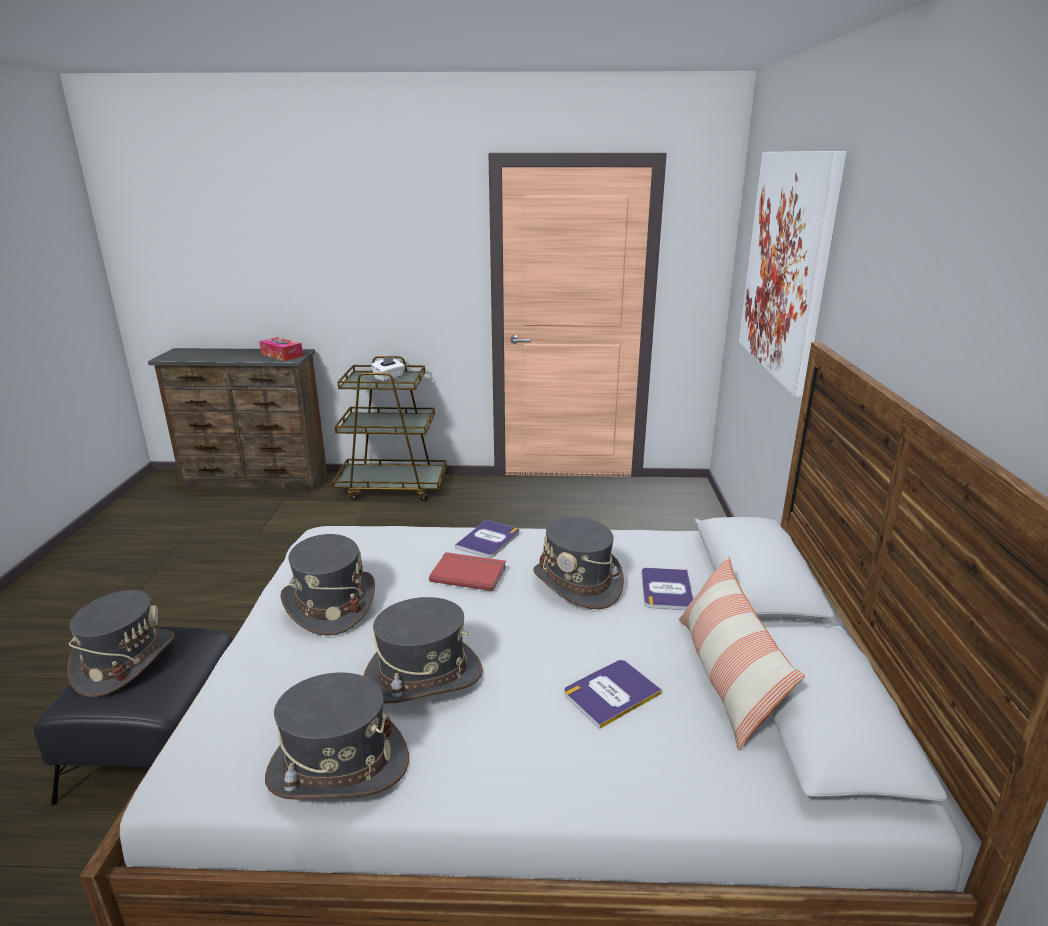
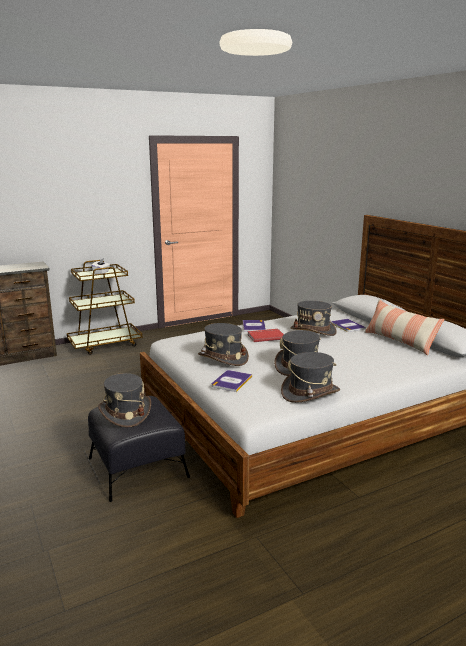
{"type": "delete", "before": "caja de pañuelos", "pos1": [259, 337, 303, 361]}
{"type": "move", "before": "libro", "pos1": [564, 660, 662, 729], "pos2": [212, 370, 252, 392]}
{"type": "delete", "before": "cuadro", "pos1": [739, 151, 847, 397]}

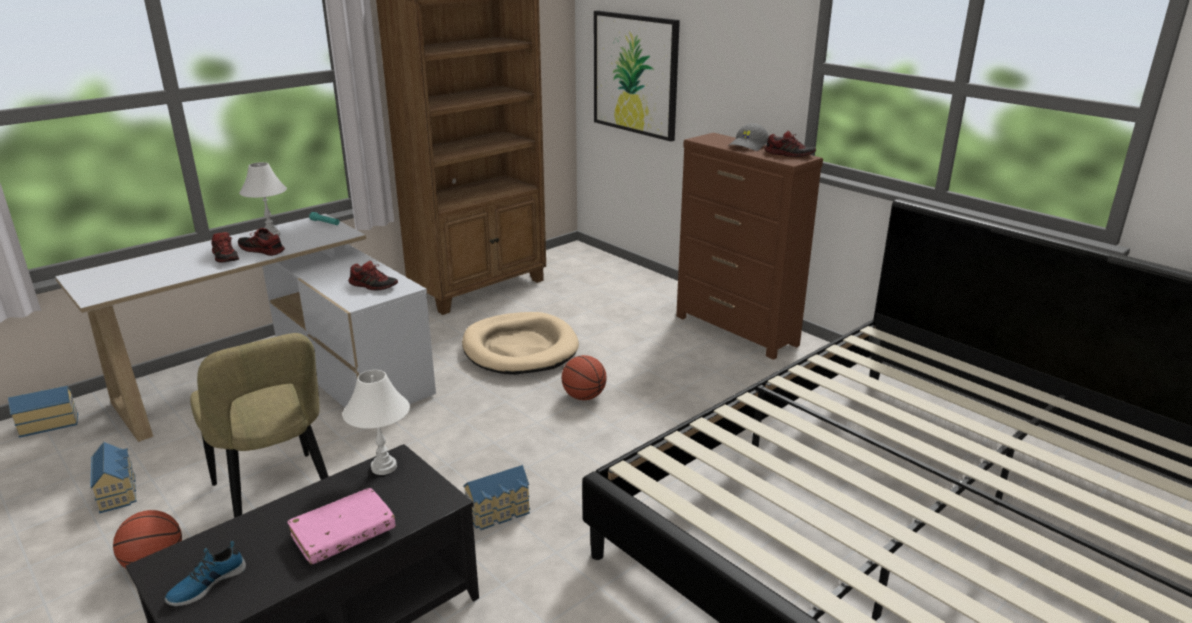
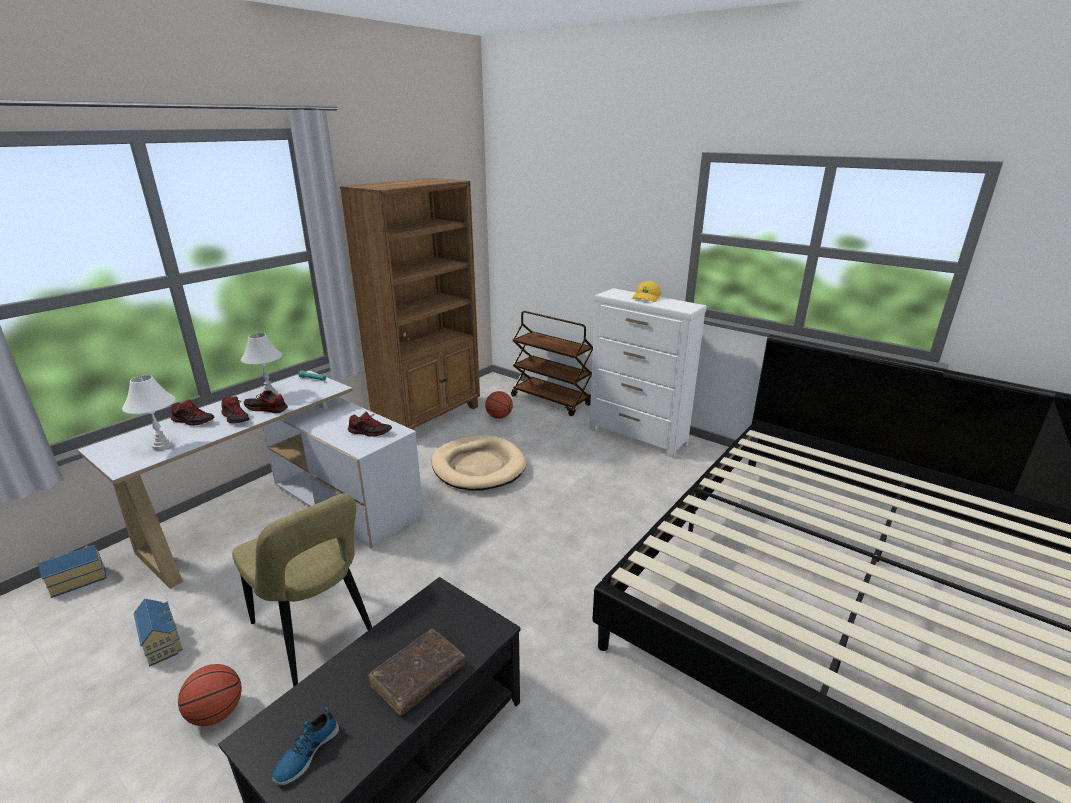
{"type": "recolor", "before": "libro/rosa", "after": "libro/marrón", "pos1": [287, 488, 396, 564], "pos2": [368, 629, 465, 716]}
{"type": "move", "before": "lámpara de mesa/blanco", "pos1": [342, 370, 410, 475], "pos2": [122, 375, 175, 450]}
{"type": "delete", "before": "casita", "pos1": [463, 465, 530, 530]}
{"type": "move", "before": "balón de baloncesto", "pos1": [562, 355, 607, 400], "pos2": [485, 391, 513, 419]}
{"type": "delete", "before": "cuadro", "pos1": [594, 11, 680, 142]}
{"type": "recolor", "before": "cómoda/marrón", "after": "cómoda/blanco", "pos1": [676, 133, 823, 360], "pos2": [589, 288, 707, 458]}
{"type": "recolor", "before": "gorra/gris", "after": "gorra/amarillo", "pos1": [728, 123, 769, 151], "pos2": [632, 281, 661, 302]}
{"type": "move", "before": "zapato", "pos1": [764, 131, 816, 157], "pos2": [171, 400, 215, 426]}
{"type": "insert", "after": "carrito/marrón", "pos2": [511, 311, 593, 416]}

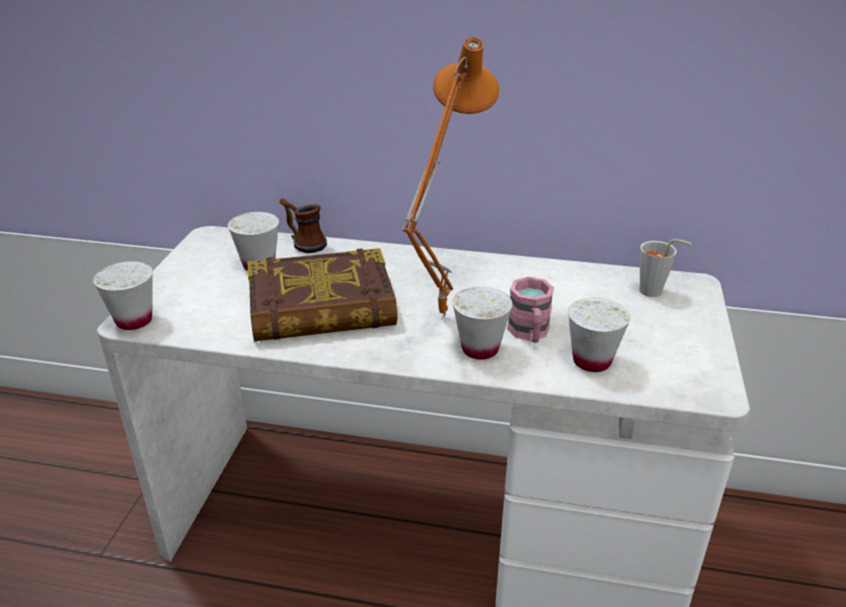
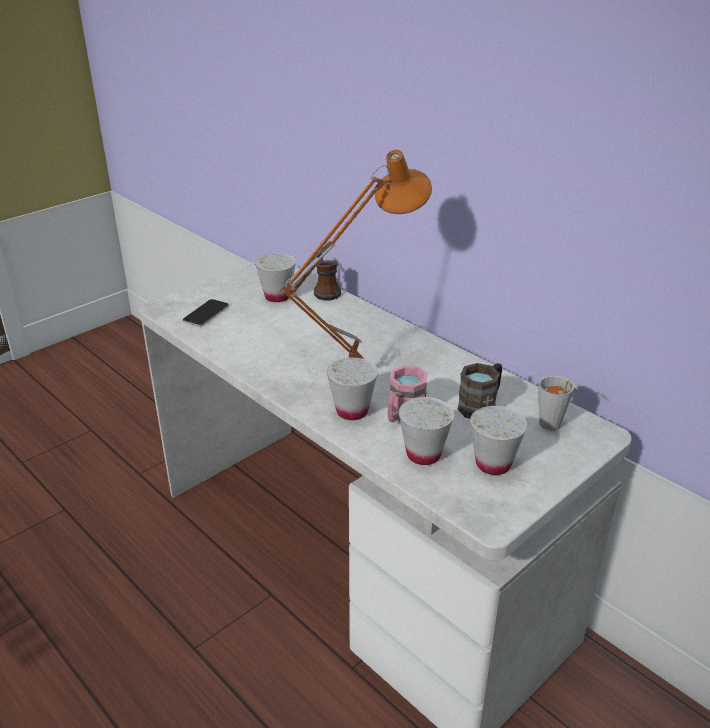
{"type": "move", "before": "taza/blanco", "pos1": [93, 261, 153, 330], "pos2": [470, 406, 527, 475]}
{"type": "delete", "before": "libro", "pos1": [248, 248, 397, 341]}
{"type": "insert", "after": "móvil", "pos2": [182, 299, 229, 327]}
{"type": "insert", "after": "taza grande/marrón", "pos2": [457, 363, 502, 419]}

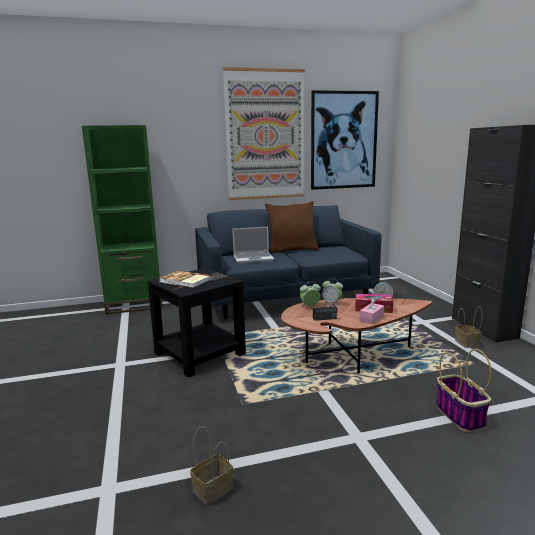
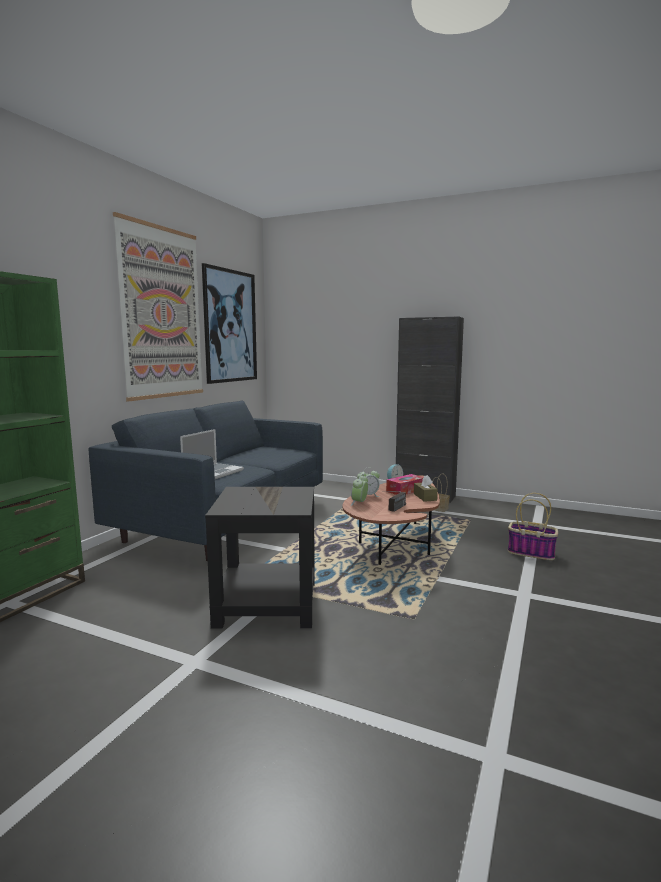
{"type": "delete", "before": "libro", "pos1": [159, 271, 212, 288]}
{"type": "delete", "before": "cesta", "pos1": [190, 426, 233, 505]}
{"type": "delete", "before": "cojín/marrón", "pos1": [265, 201, 319, 254]}
{"type": "recolor", "before": "caja de pañuelos/rosa", "after": "caja de pañuelos/marrón", "pos1": [360, 298, 384, 325], "pos2": [414, 475, 438, 502]}

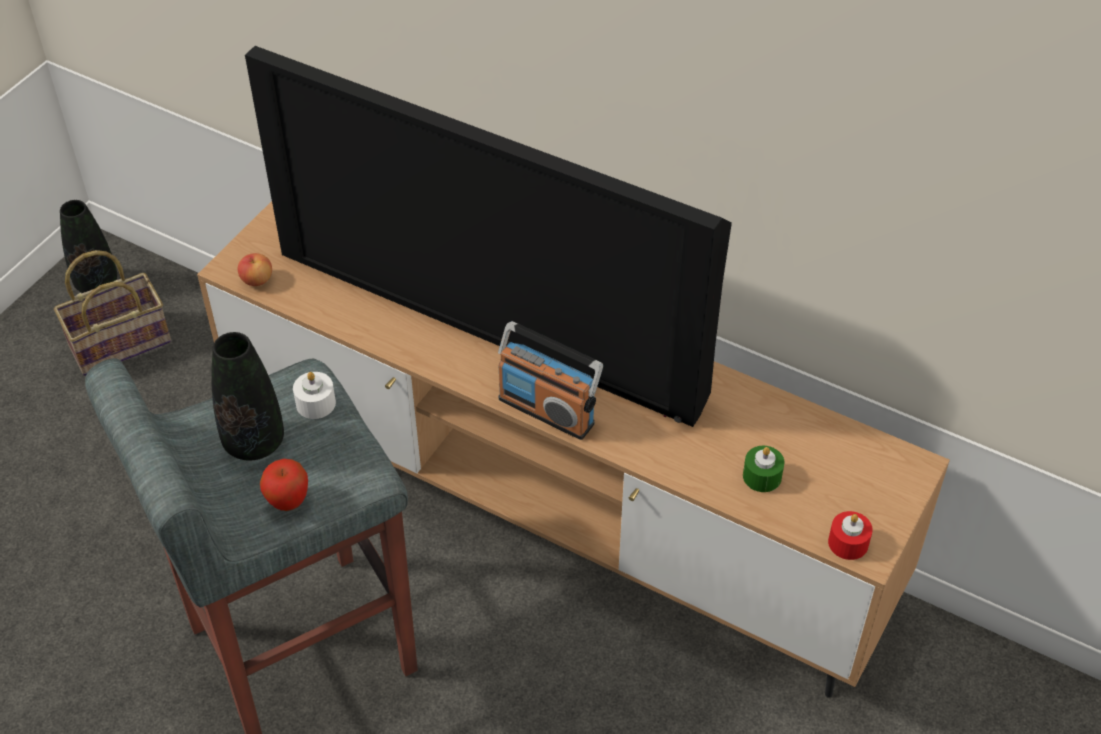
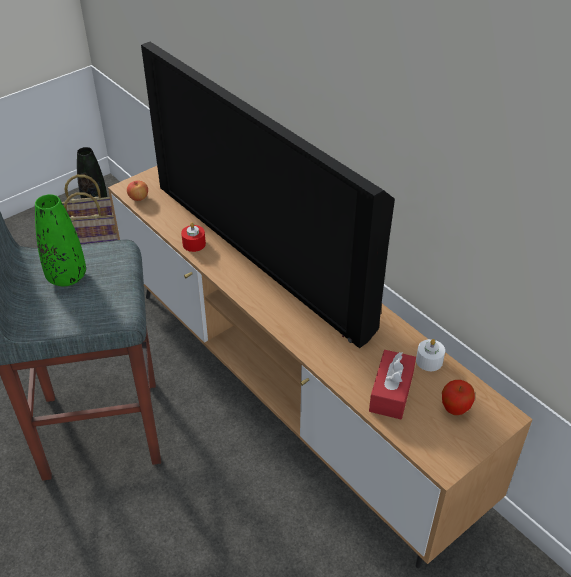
{"type": "recolor", "before": "florero/negro", "after": "florero/verde", "pos1": [211, 332, 284, 460], "pos2": [35, 194, 86, 286]}
{"type": "move", "before": "manzana", "pos1": [260, 459, 308, 511], "pos2": [442, 380, 475, 415]}
{"type": "move", "before": "vela/blanco", "pos1": [293, 372, 336, 419], "pos2": [416, 339, 445, 371]}
{"type": "delete", "before": "radio", "pos1": [498, 321, 603, 440]}
{"type": "replace", "before": "vela/verde", "after": "caja de pañuelos/rojo", "pos1": [743, 446, 784, 492], "pos2": [369, 350, 416, 419]}
{"type": "move", "before": "vela/rojo", "pos1": [828, 511, 873, 560], "pos2": [181, 222, 206, 252]}

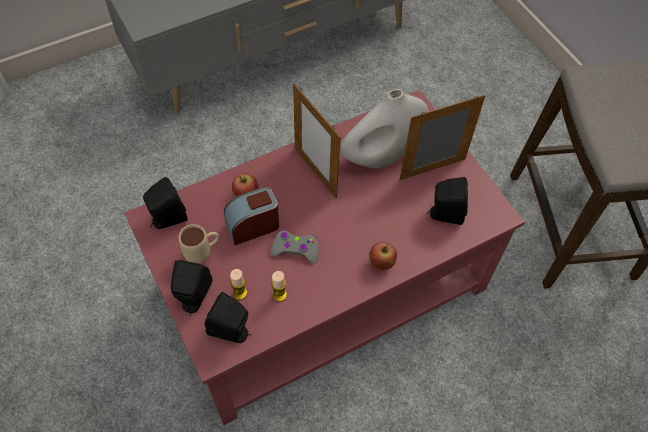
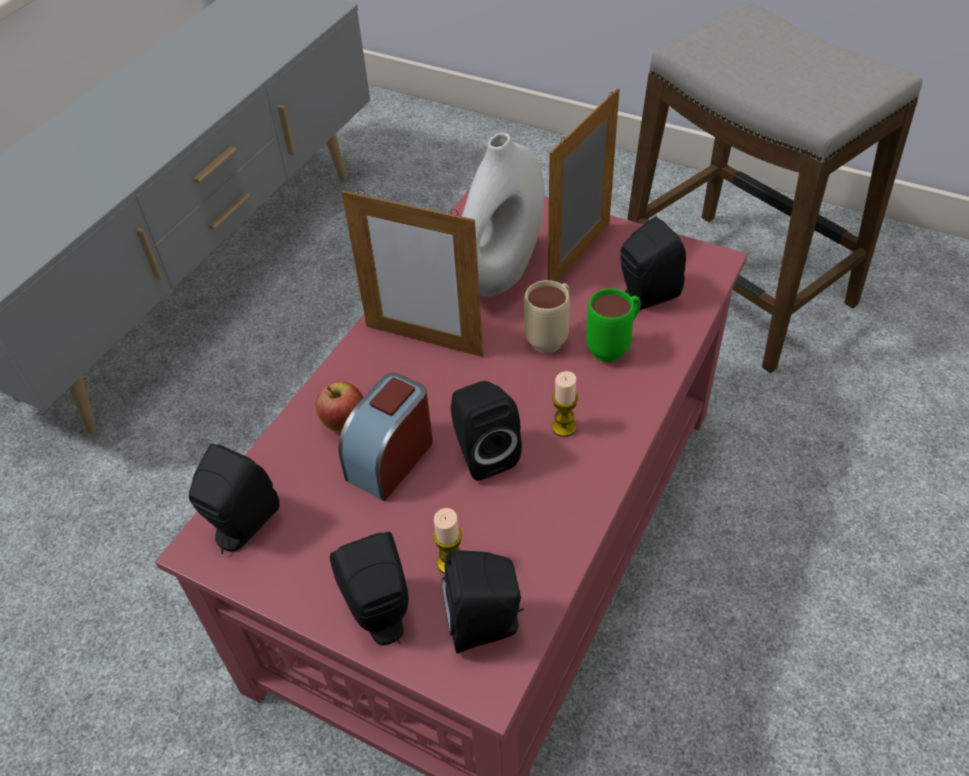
{"type": "move", "before": "taza grande/beis", "pos1": [178, 224, 219, 264], "pos2": [524, 280, 570, 353]}
{"type": "replace", "before": "mando de consola/gris", "after": "altavoz/negro", "pos1": [270, 230, 319, 264], "pos2": [451, 381, 522, 481]}
{"type": "move", "before": "vela", "pos1": [271, 271, 287, 302], "pos2": [552, 371, 578, 437]}
{"type": "delete", "before": "manzana", "pos1": [369, 242, 397, 270]}
{"type": "insert", "after": "taza grande/verde", "pos2": [586, 288, 641, 362]}

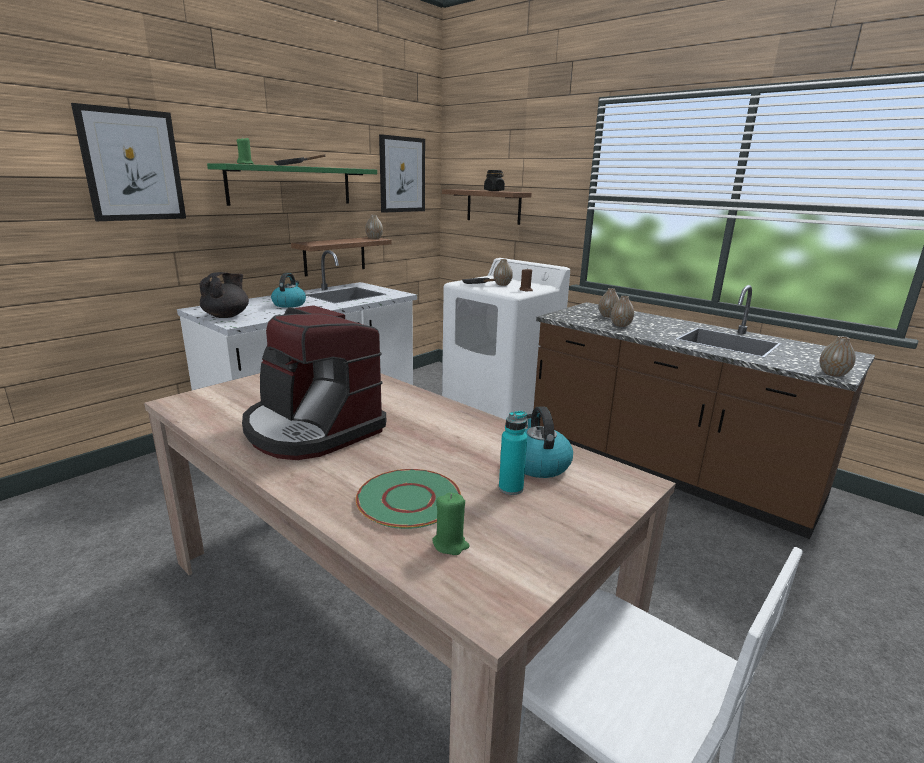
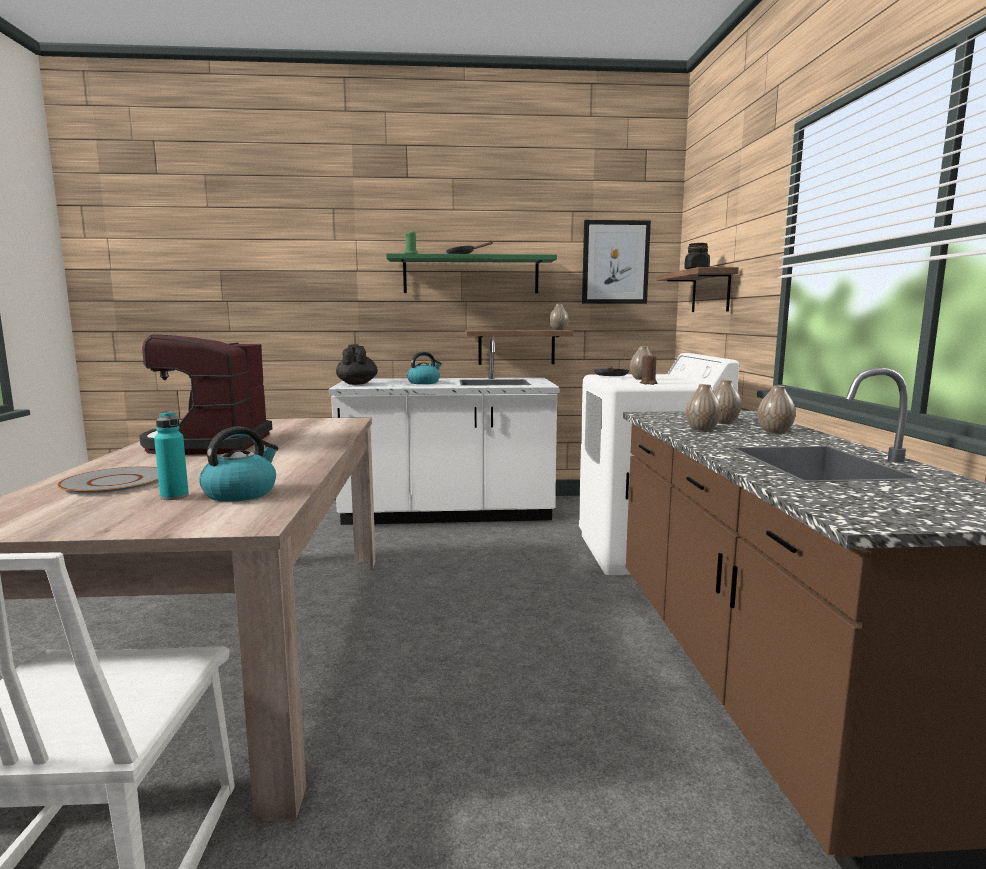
{"type": "delete", "before": "cuadro", "pos1": [71, 103, 186, 221]}
{"type": "rotate", "before": "tetera/negro", "pos1": [199, 272, 249, 318], "pos2": [336, 344, 378, 385], "turn": -75}
{"type": "recolor", "before": "plato/verde", "after": "plato/gris", "pos1": [356, 469, 461, 529], "pos2": [57, 466, 159, 495]}
{"type": "delete", "before": "vela/verde", "pos1": [432, 492, 469, 555]}
{"type": "move", "before": "florero", "pos1": [819, 336, 856, 377], "pos2": [758, 385, 796, 433]}

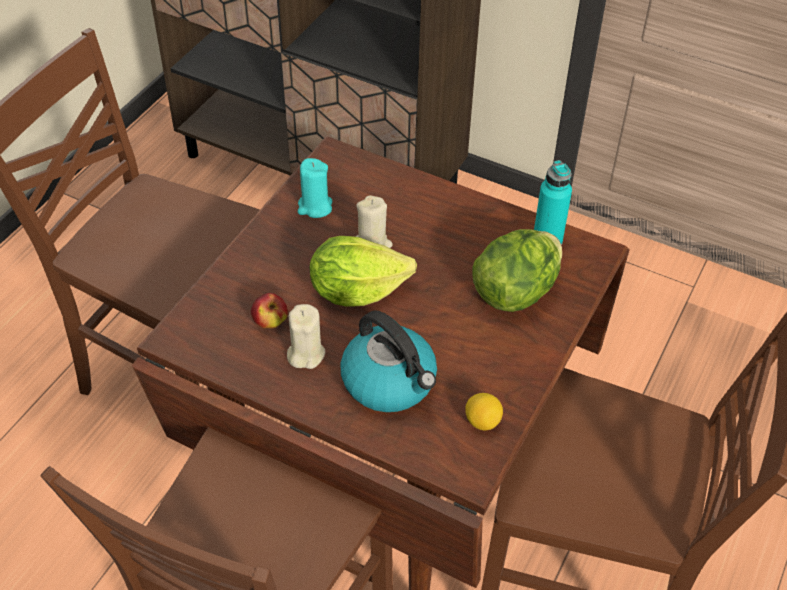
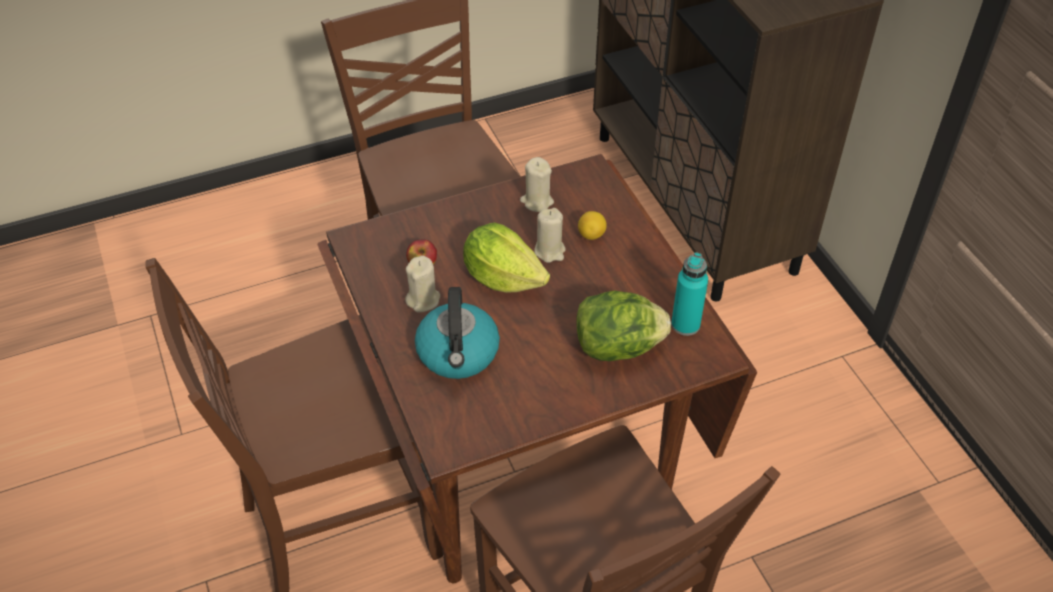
{"type": "recolor", "before": "vela/turquesa", "after": "vela/beis", "pos1": [298, 158, 332, 218], "pos2": [520, 157, 554, 212]}
{"type": "move", "before": "limón", "pos1": [465, 393, 503, 430], "pos2": [578, 211, 607, 240]}

